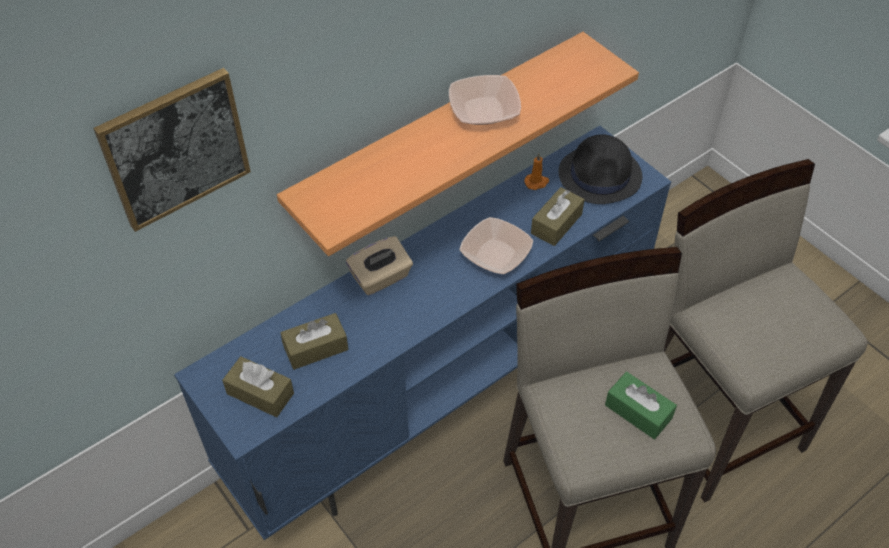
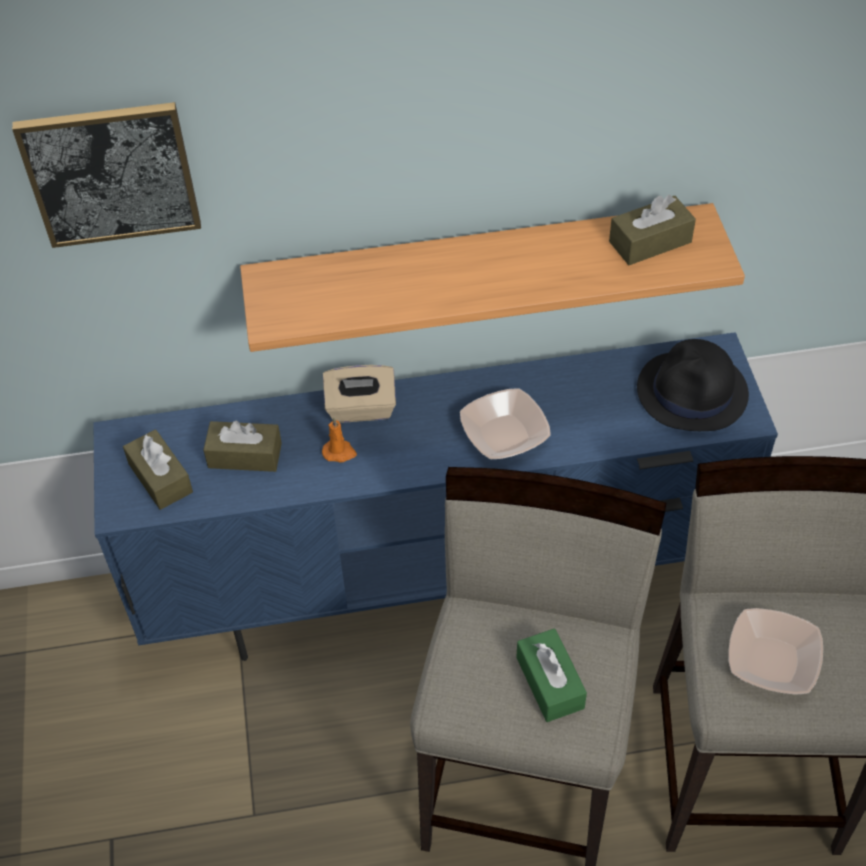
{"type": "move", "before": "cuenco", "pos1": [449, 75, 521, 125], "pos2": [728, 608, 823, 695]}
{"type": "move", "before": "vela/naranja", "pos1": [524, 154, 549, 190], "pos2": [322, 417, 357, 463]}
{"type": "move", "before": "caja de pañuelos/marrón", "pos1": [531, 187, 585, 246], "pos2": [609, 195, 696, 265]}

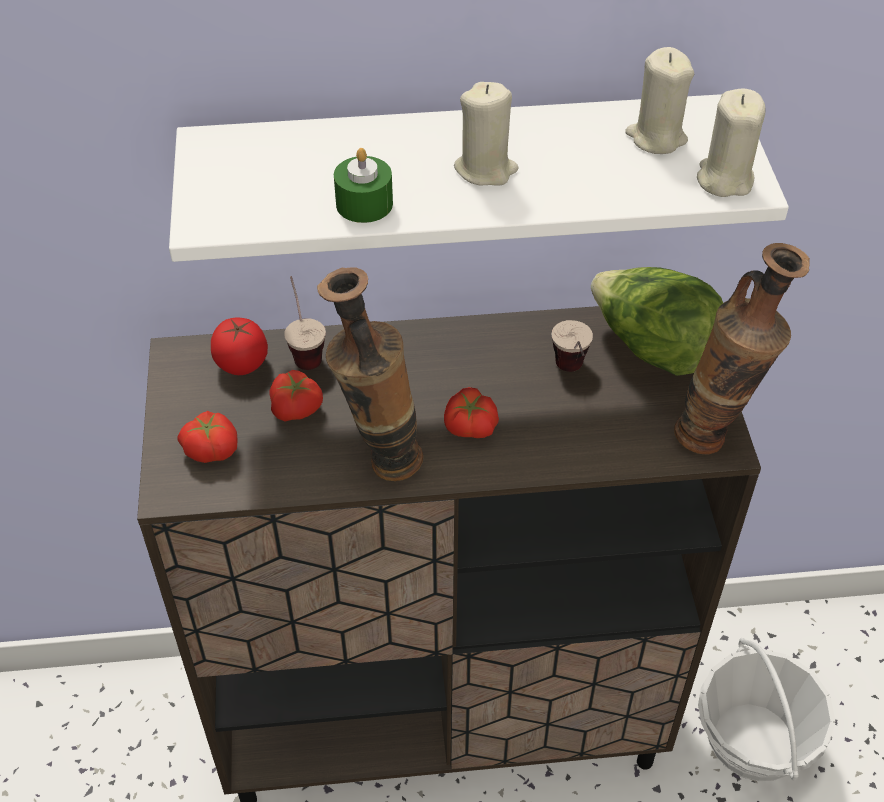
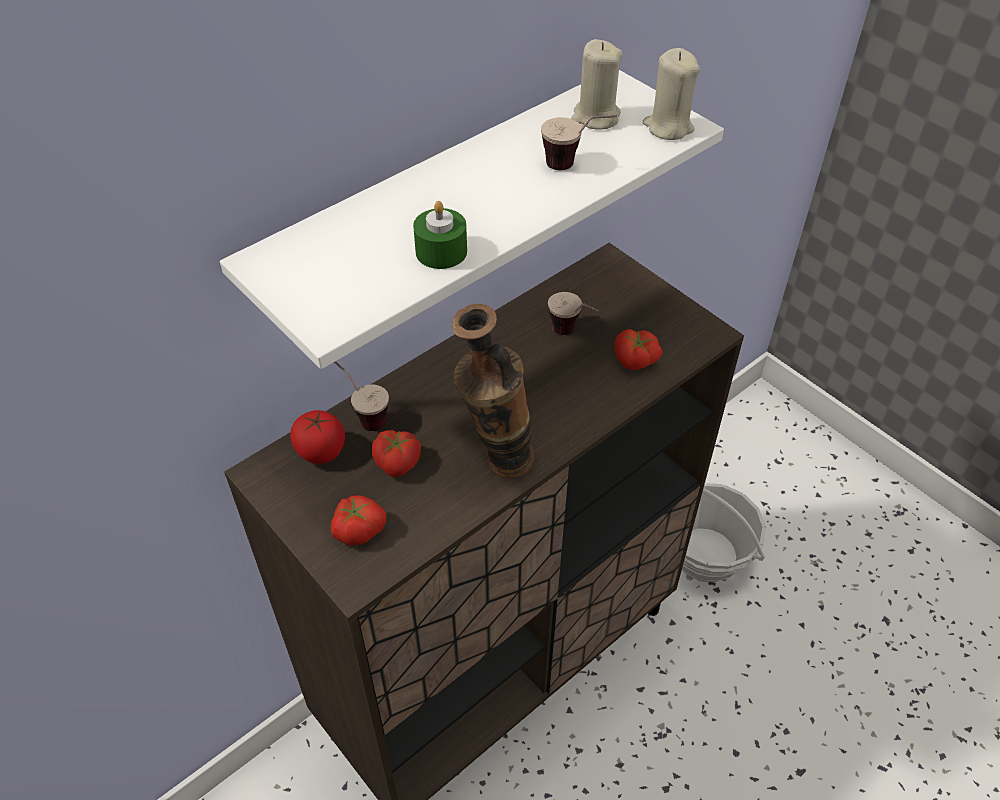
{"type": "move", "before": "tomate", "pos1": [444, 387, 499, 438], "pos2": [614, 329, 662, 370]}
{"type": "delete", "before": "vela/beis", "pos1": [454, 82, 519, 186]}
{"type": "delete", "before": "lechuga", "pos1": [591, 267, 723, 376]}
{"type": "delete", "before": "florero", "pos1": [674, 243, 810, 455]}
{"type": "insert", "after": "taza", "pos2": [541, 115, 617, 170]}

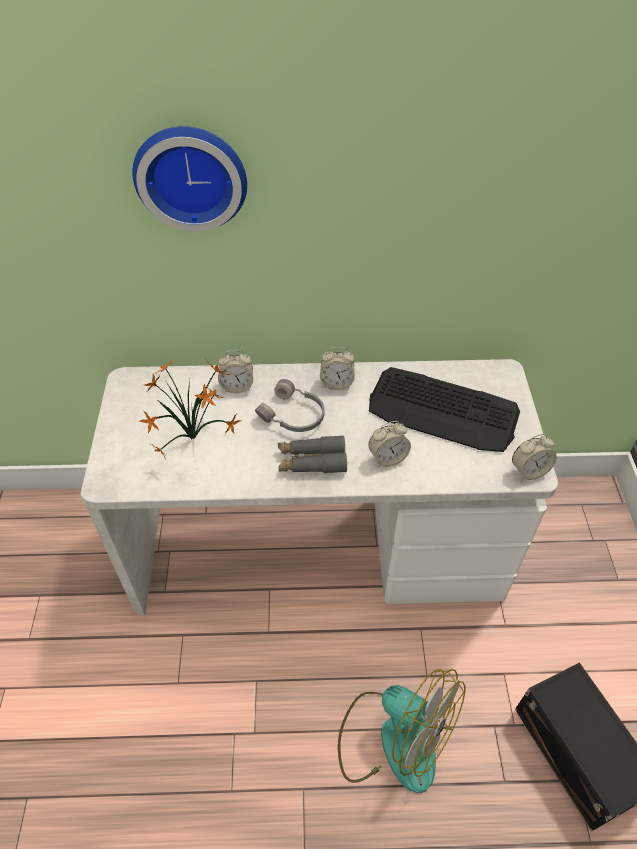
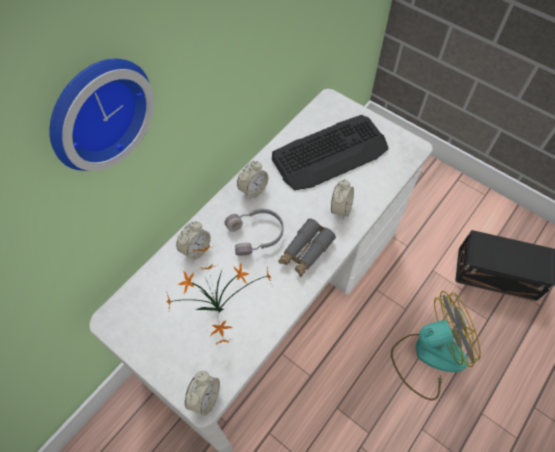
{"type": "move", "before": "despertador", "pos1": [512, 434, 557, 480], "pos2": [185, 371, 220, 416]}

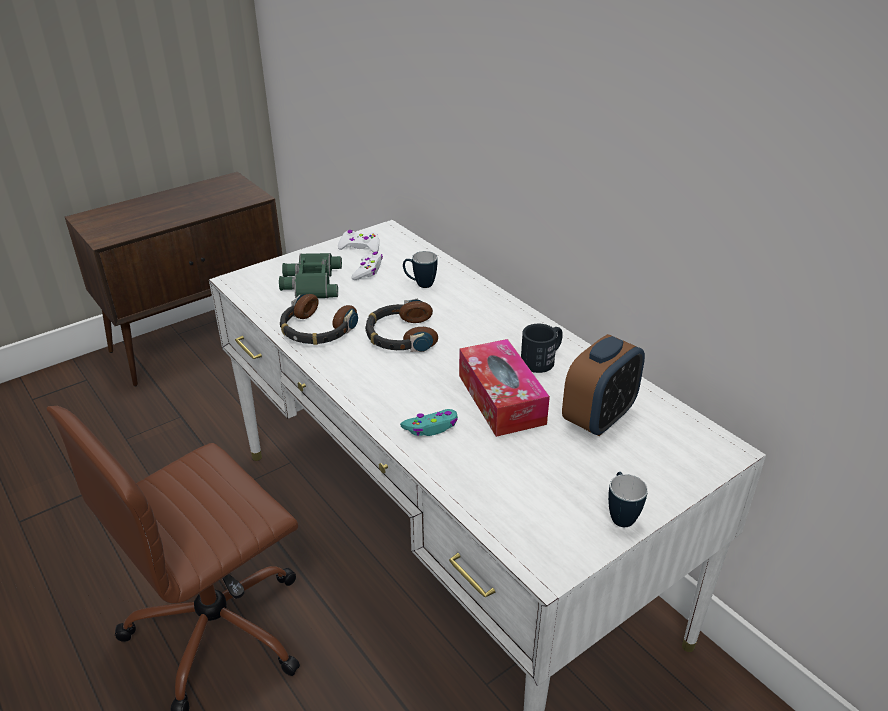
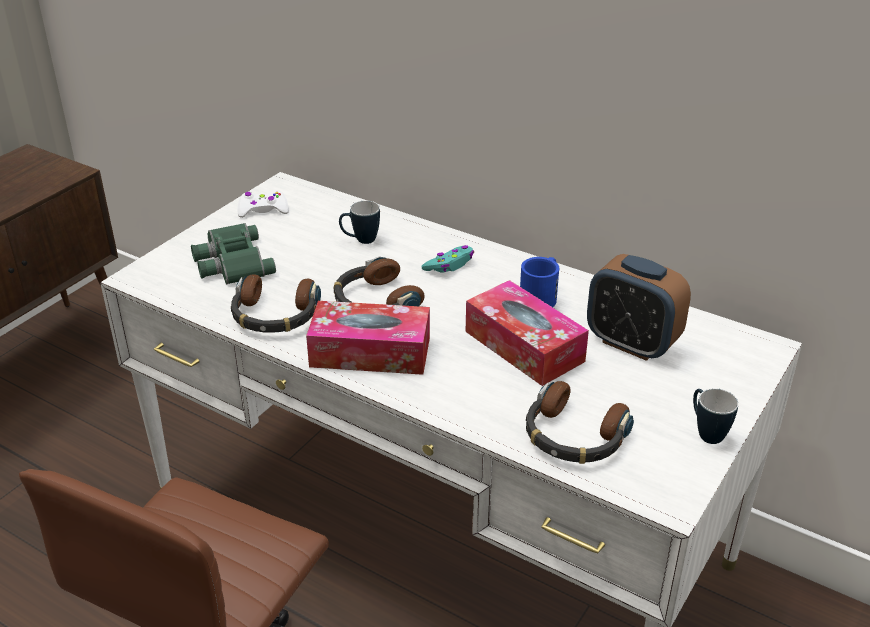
{"type": "delete", "before": "mando de consola/blanco", "pos1": [351, 252, 383, 280]}
{"type": "move", "before": "mando de consola/turquesa", "pos1": [400, 409, 458, 436], "pos2": [421, 245, 474, 273]}
{"type": "recolor", "before": "taza grande/negro", "after": "taza grande/azul", "pos1": [521, 324, 563, 373], "pos2": [520, 257, 559, 307]}
{"type": "rotate", "before": "despertador", "pos1": [562, 334, 645, 436], "pos2": [587, 254, 691, 361], "turn": 105}
{"type": "insert", "after": "caja de pañuelos", "pos2": [306, 301, 430, 375]}
{"type": "insert", "after": "auriculares", "pos2": [526, 381, 634, 464]}

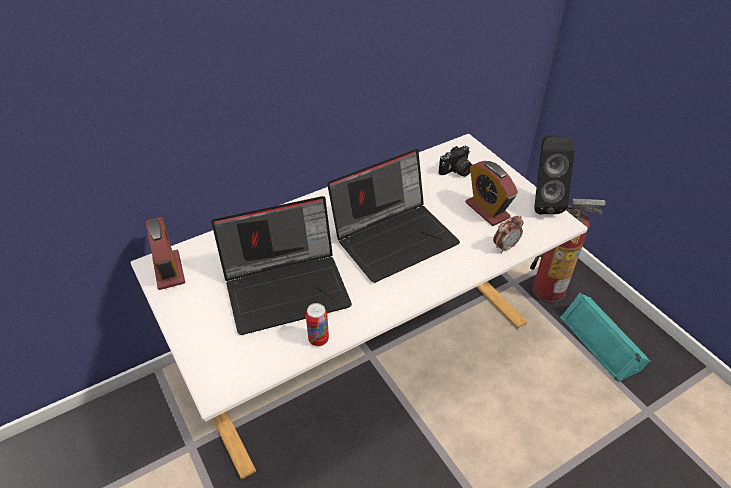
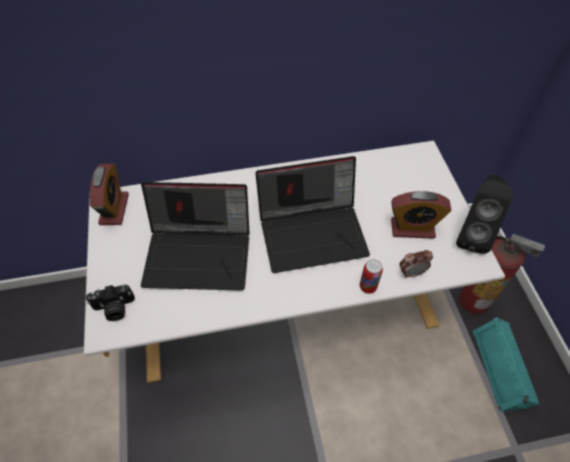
{"type": "move", "before": "lata", "pos1": [306, 303, 329, 346], "pos2": [360, 259, 383, 294]}
{"type": "move", "before": "cámara", "pos1": [439, 146, 472, 177], "pos2": [86, 284, 135, 321]}
{"type": "rotate", "before": "despertador", "pos1": [466, 161, 518, 226], "pos2": [391, 191, 452, 239], "turn": -75}

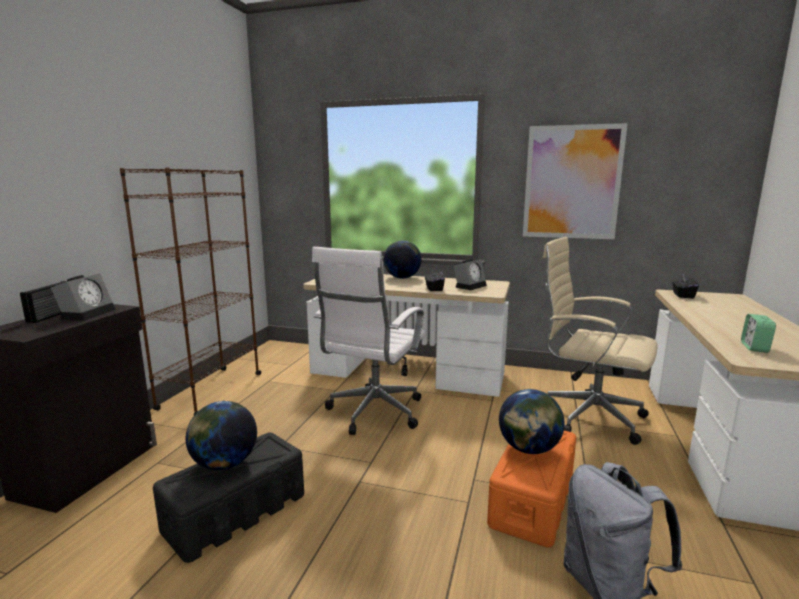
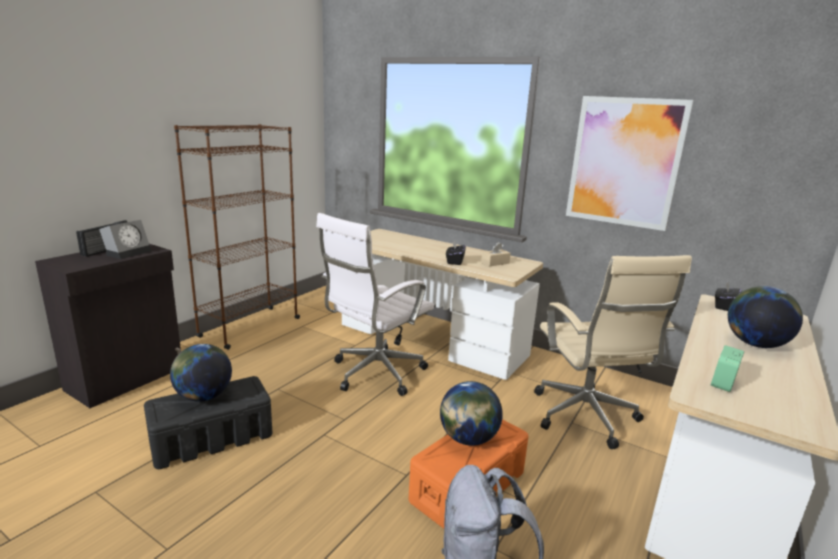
{"type": "move", "before": "globo terráqueo", "pos1": [383, 241, 421, 279], "pos2": [728, 286, 803, 348]}
{"type": "replace", "before": "despertador", "after": "caja de pañuelos/beis", "pos1": [454, 259, 487, 290], "pos2": [481, 242, 511, 266]}
{"type": "rotate", "before": "silla de oficina/beis", "pos1": [543, 237, 658, 445], "pos2": [534, 255, 692, 449], "turn": -150}

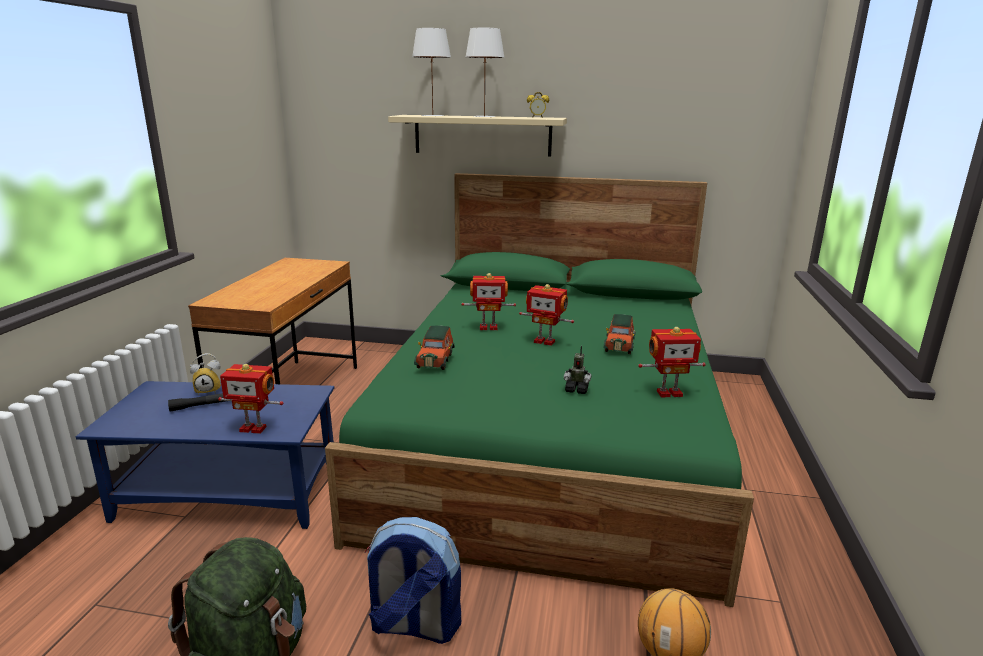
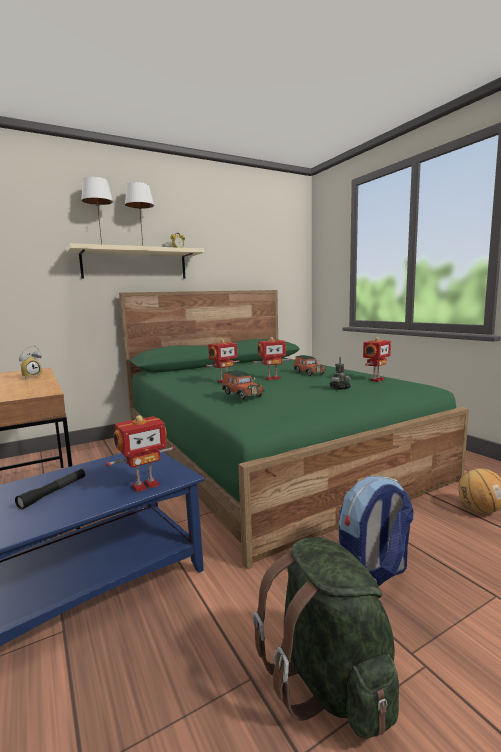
{"type": "move", "before": "despertador", "pos1": [190, 353, 221, 395], "pos2": [19, 345, 42, 379]}

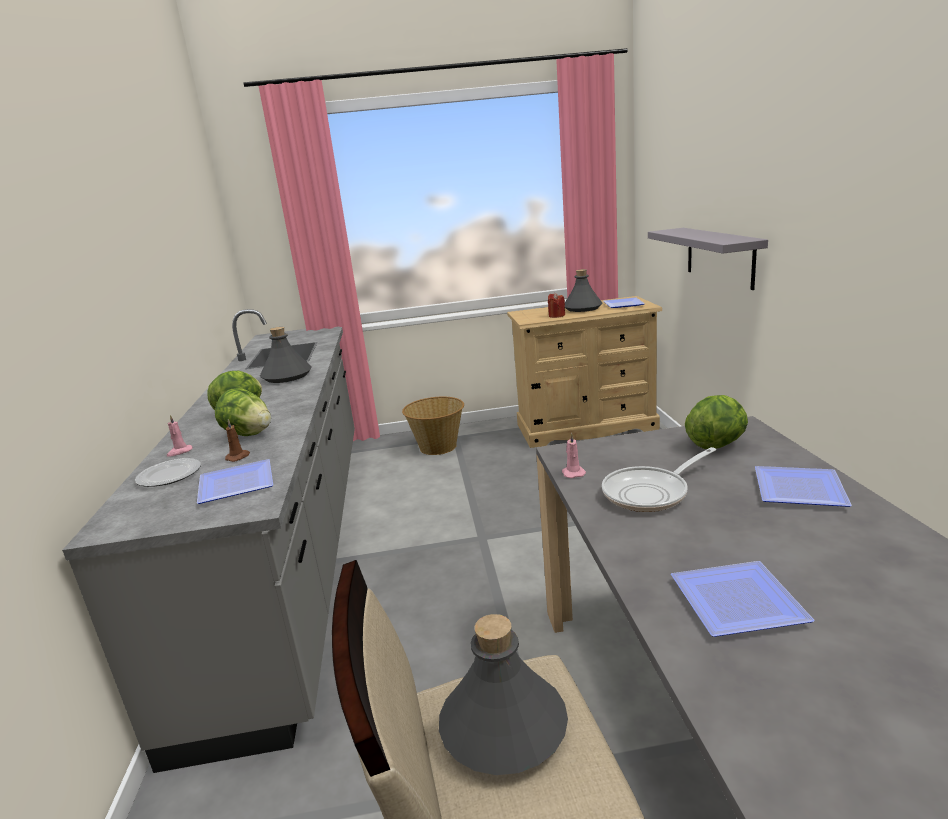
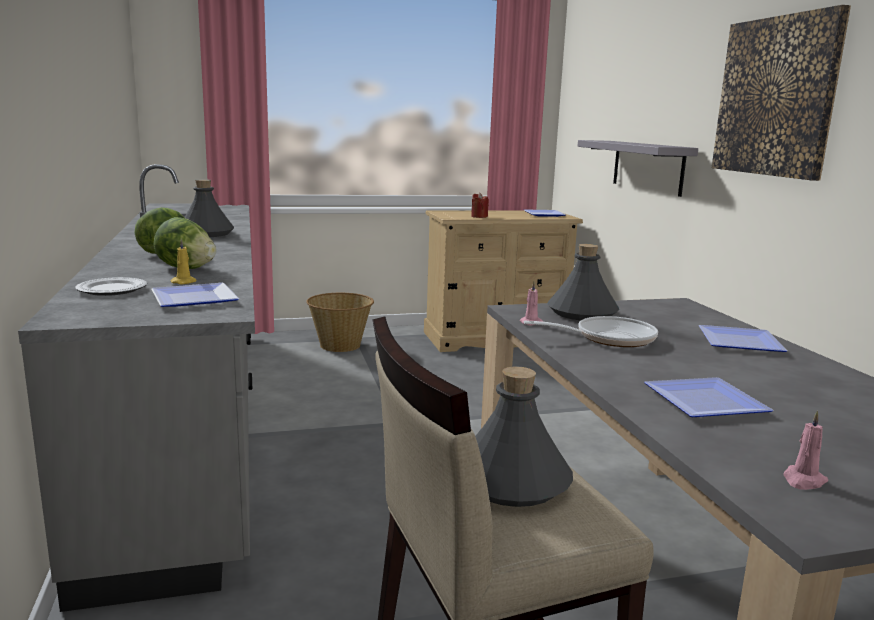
{"type": "move", "before": "vela/rosa", "pos1": [167, 415, 193, 456], "pos2": [783, 410, 828, 490]}
{"type": "recolor", "before": "vela/marrón", "after": "vela/amarillo", "pos1": [225, 419, 250, 462], "pos2": [171, 239, 197, 285]}
{"type": "move", "before": "botella/gris", "pos1": [565, 269, 602, 312], "pos2": [548, 244, 619, 320]}
{"type": "rotate", "before": "sartén", "pos1": [602, 447, 716, 512], "pos2": [523, 316, 658, 347], "turn": -150}
{"type": "delete", "before": "lechuga", "pos1": [685, 395, 748, 449]}
{"type": "insert", "after": "cuadro", "pos2": [712, 5, 851, 181]}

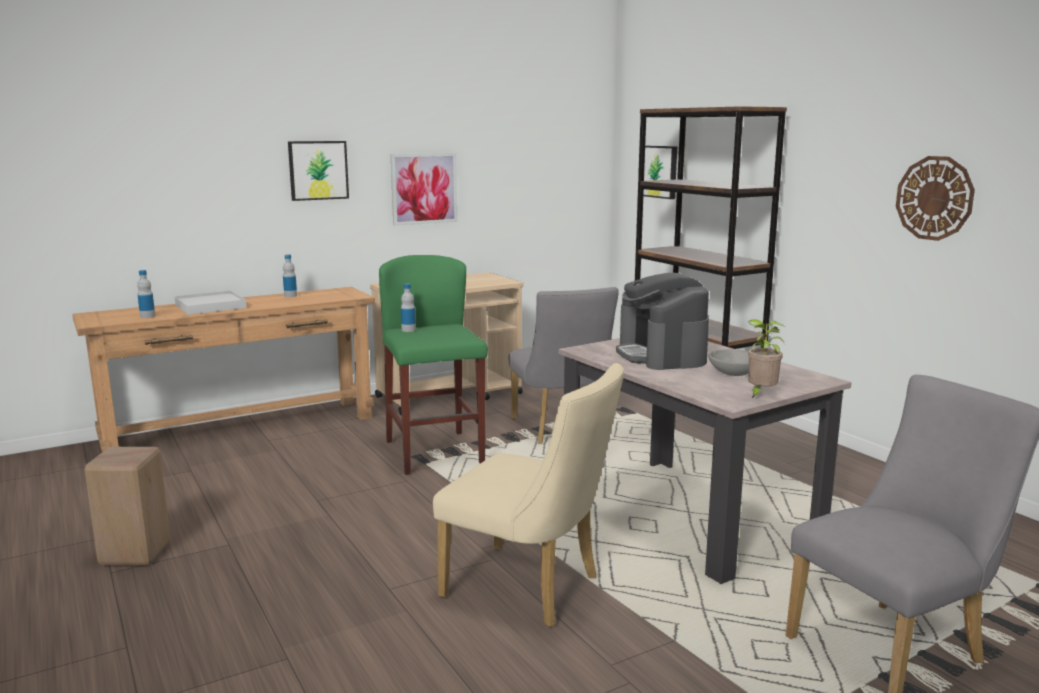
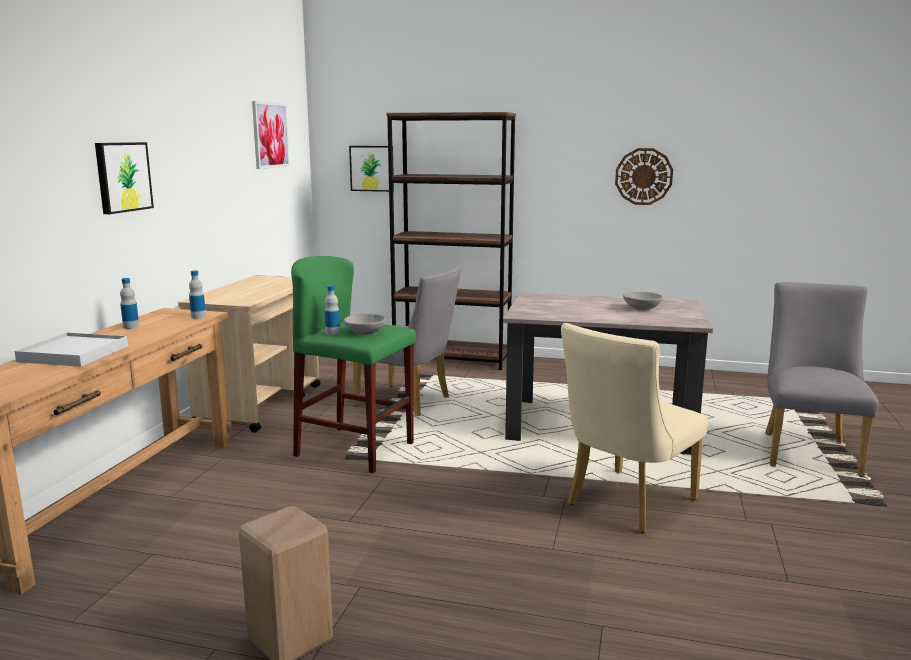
{"type": "move", "before": "botella", "pos1": [137, 270, 155, 318], "pos2": [189, 270, 206, 319]}
{"type": "move", "before": "cuadro", "pos1": [391, 153, 457, 226], "pos2": [252, 101, 290, 169]}
{"type": "rotate", "before": "silla/beis", "pos1": [433, 363, 624, 627], "pos2": [561, 323, 708, 533], "turn": 150}
{"type": "delete", "before": "cafetera", "pos1": [616, 273, 709, 370]}
{"type": "delete", "before": "planta en maceta", "pos1": [748, 319, 784, 398]}
{"type": "insert", "after": "cuenco/gris", "pos2": [344, 314, 386, 335]}

